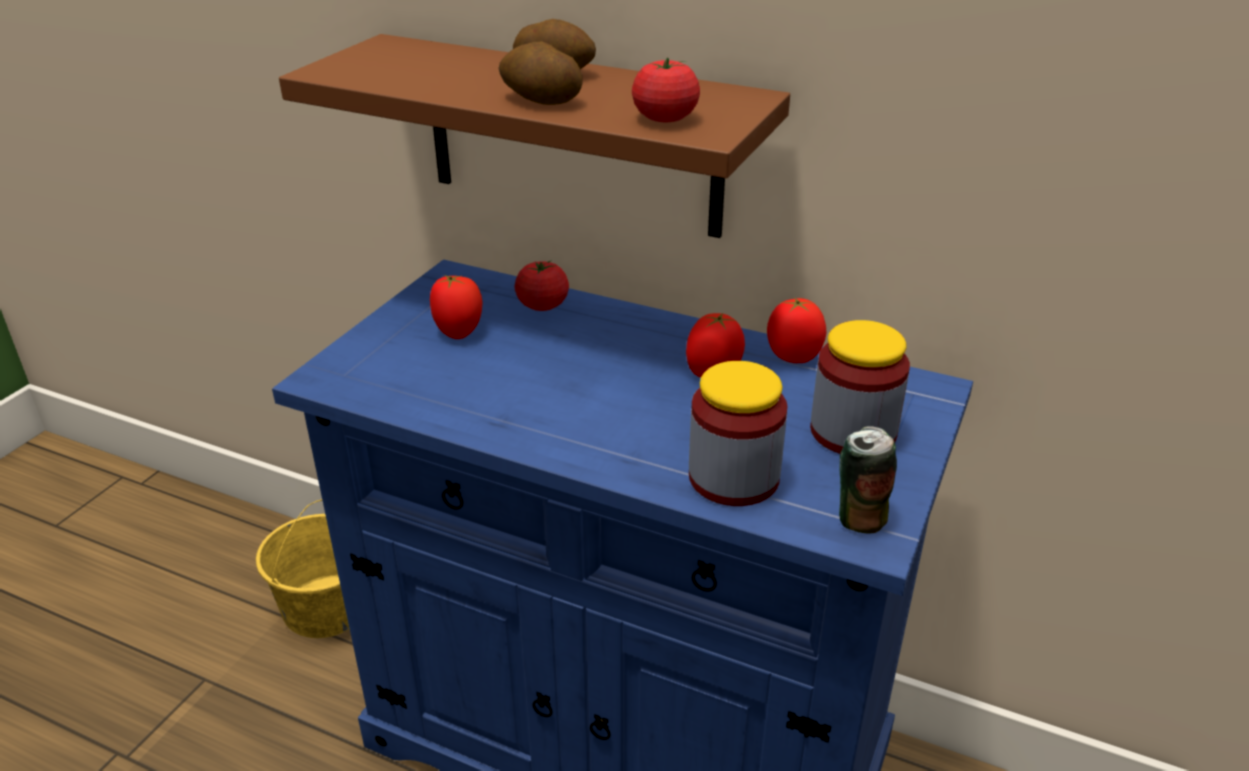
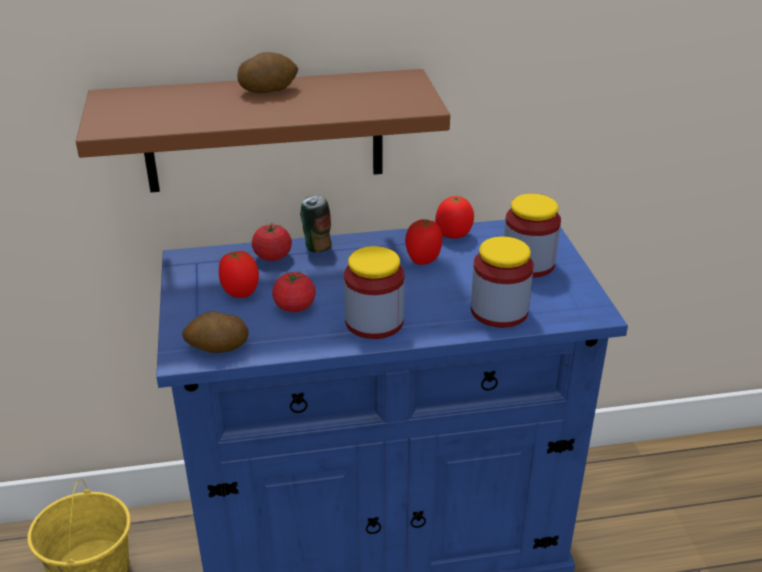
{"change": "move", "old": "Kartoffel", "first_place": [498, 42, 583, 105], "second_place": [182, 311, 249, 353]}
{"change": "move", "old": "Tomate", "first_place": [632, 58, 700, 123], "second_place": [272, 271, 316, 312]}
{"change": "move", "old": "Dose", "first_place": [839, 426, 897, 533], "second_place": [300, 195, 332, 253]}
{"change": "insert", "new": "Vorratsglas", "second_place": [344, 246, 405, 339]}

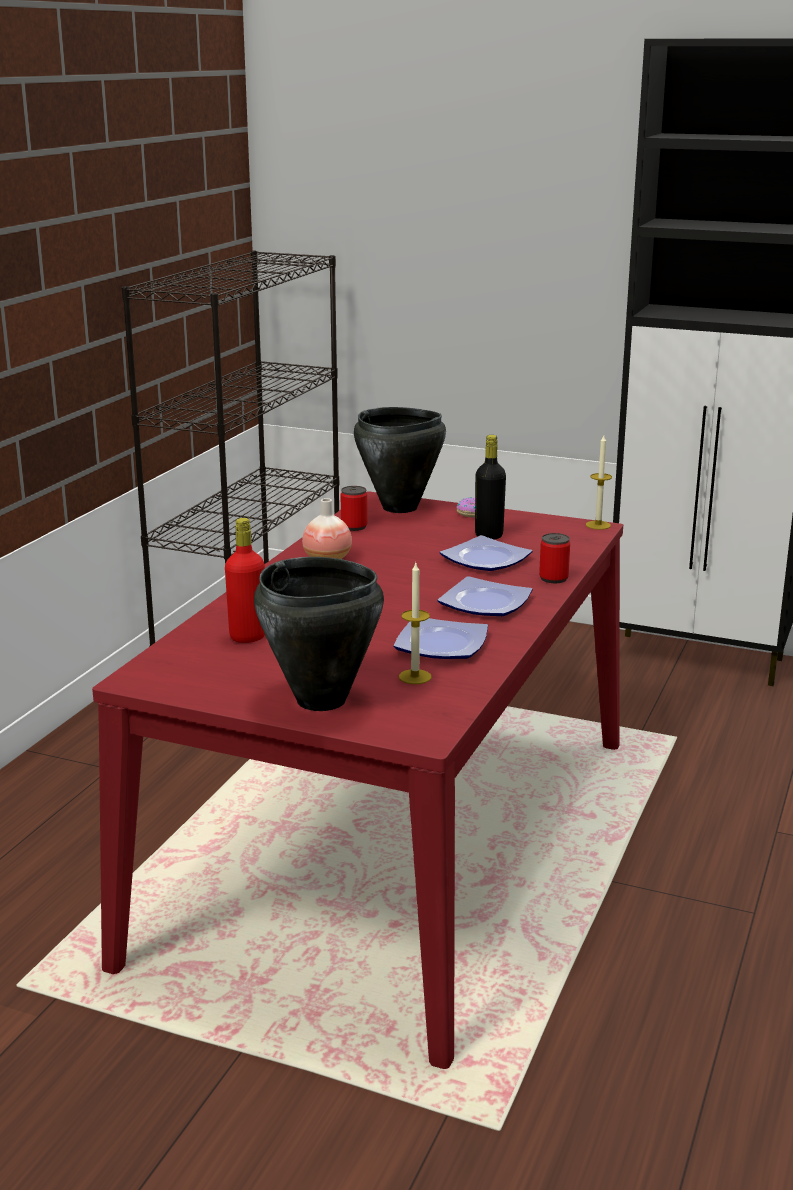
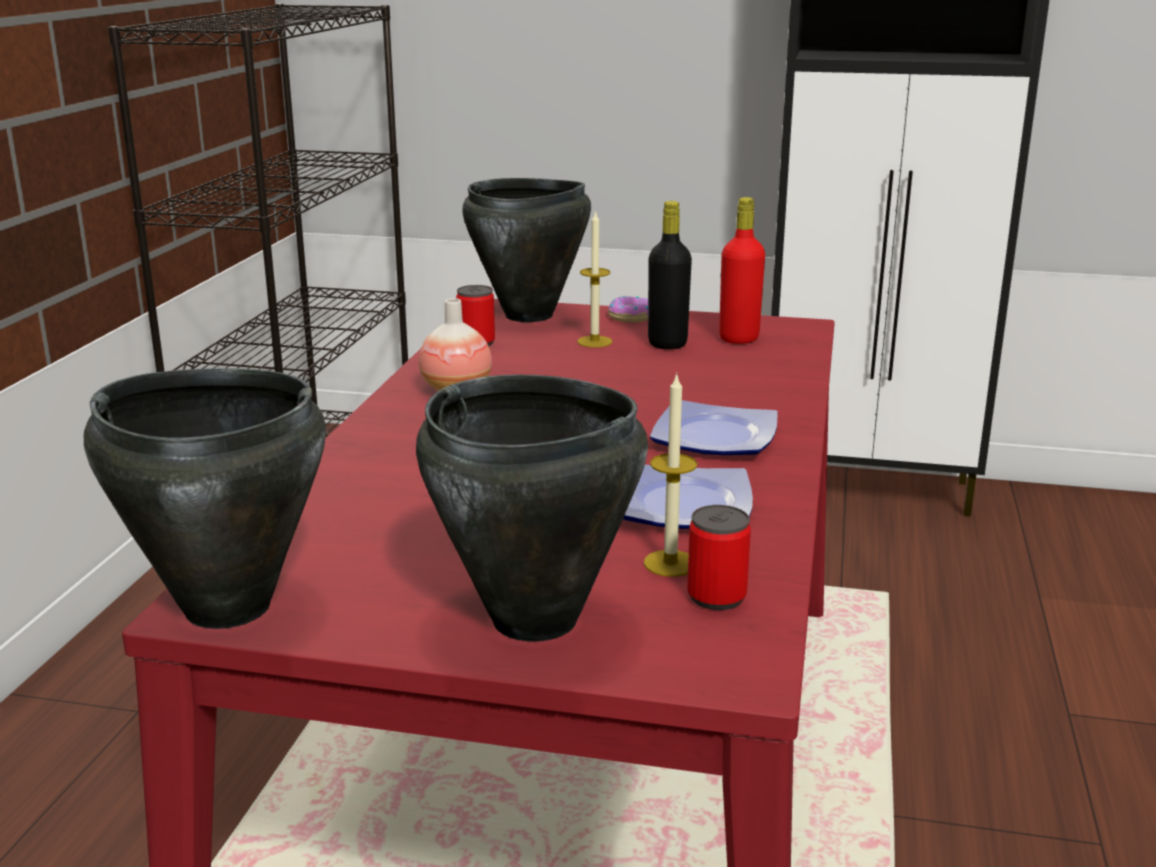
{"change": "insert", "new": "Kochtopf (schwarz)", "second_place": [84, 368, 326, 629]}
{"change": "move", "old": "Kerze", "first_place": [586, 435, 612, 530], "second_place": [577, 210, 612, 347]}
{"change": "move", "old": "Dose", "first_place": [539, 533, 570, 583], "second_place": [687, 505, 751, 610]}
{"change": "move", "old": "Flasche (rot)", "first_place": [225, 518, 265, 643], "second_place": [719, 197, 765, 344]}
{"change": "delete", "old": "Teller", "first_place": [440, 535, 533, 571]}

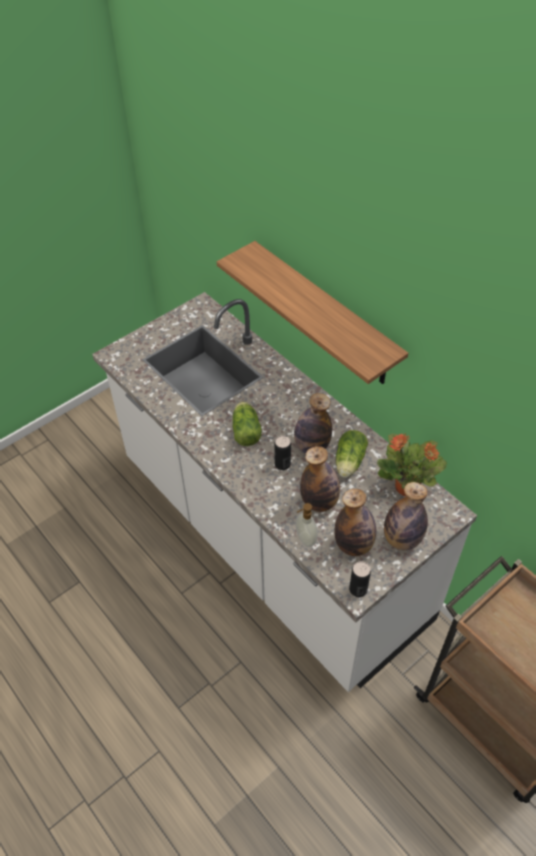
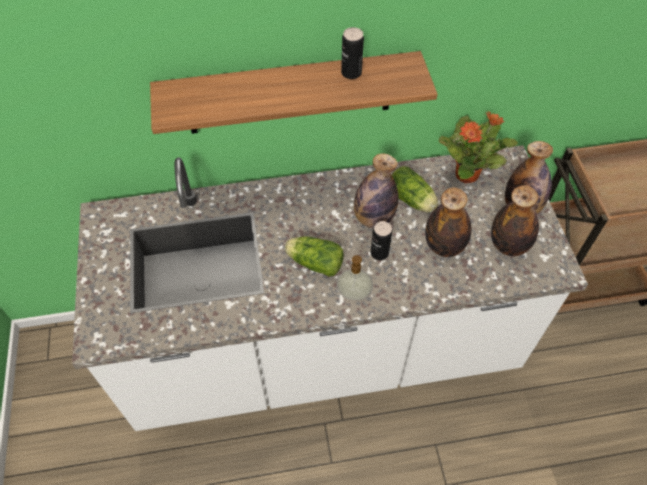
{"change": "move", "old": "Seifenspender", "first_place": [296, 503, 318, 547], "second_place": [336, 255, 373, 300]}
{"change": "move", "old": "Dose", "first_place": [349, 561, 371, 597], "second_place": [341, 27, 364, 79]}

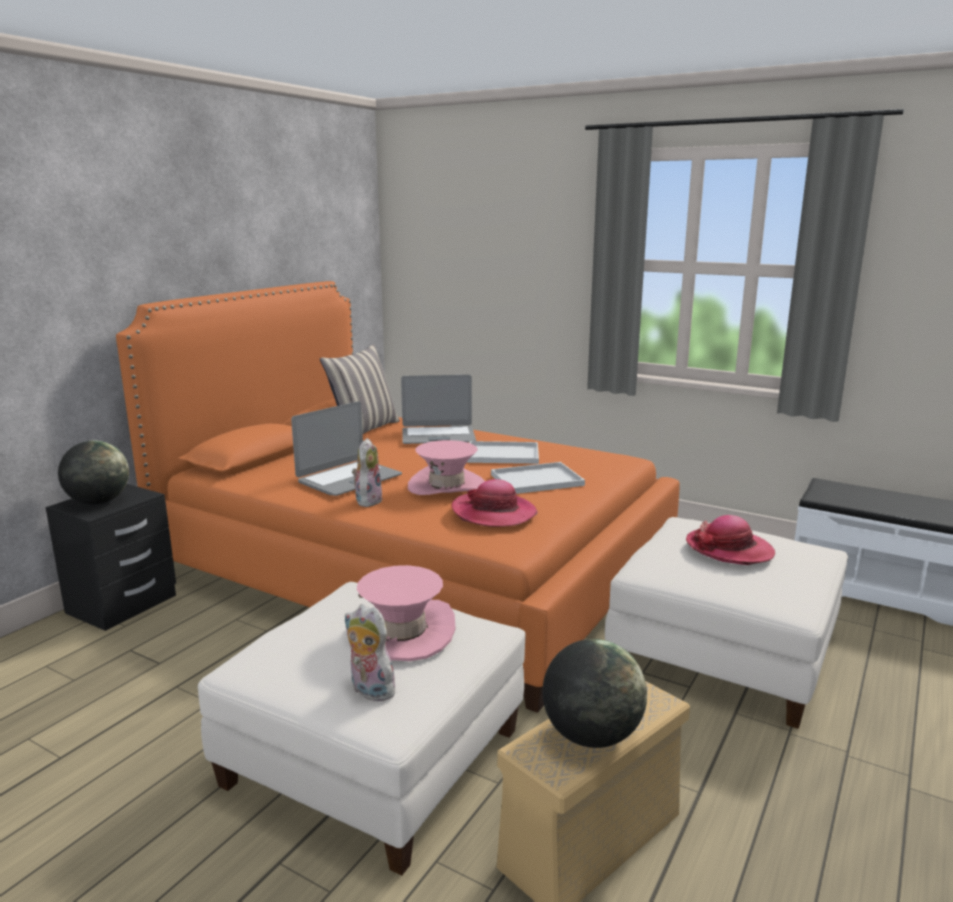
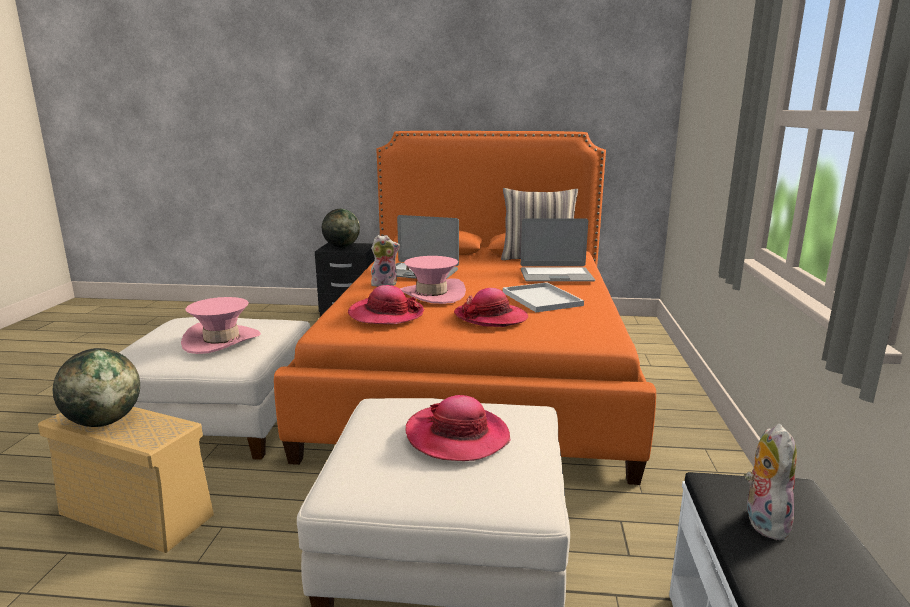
{"change": "replace", "old": "Tablett (weiß)", "new": "Hut", "first_place": [491, 462, 585, 494], "second_place": [454, 288, 528, 327]}
{"change": "rotate", "old": "Laptop", "first_place": [401, 375, 476, 444], "second_place": [521, 219, 595, 282], "degrees": -60}
{"change": "move", "old": "Plüschtier", "first_place": [344, 604, 397, 701], "second_place": [745, 424, 797, 542]}

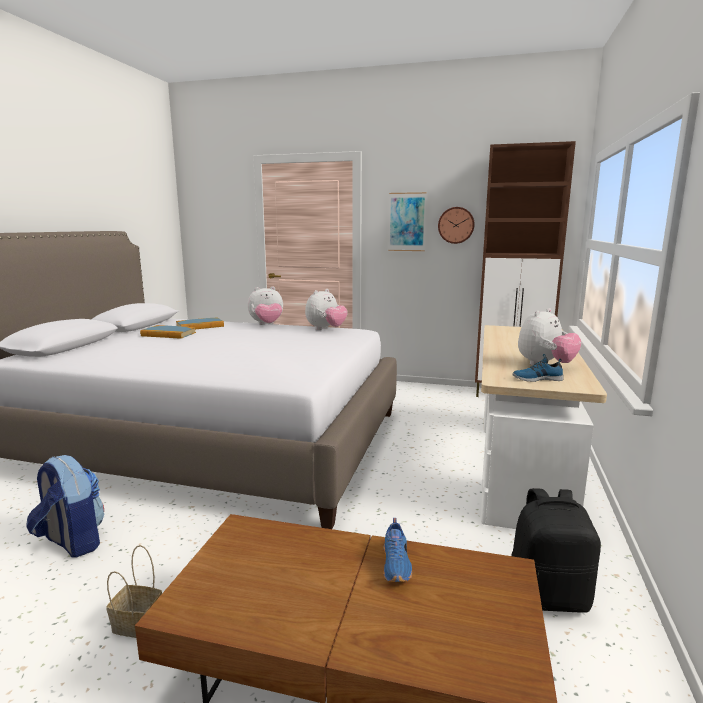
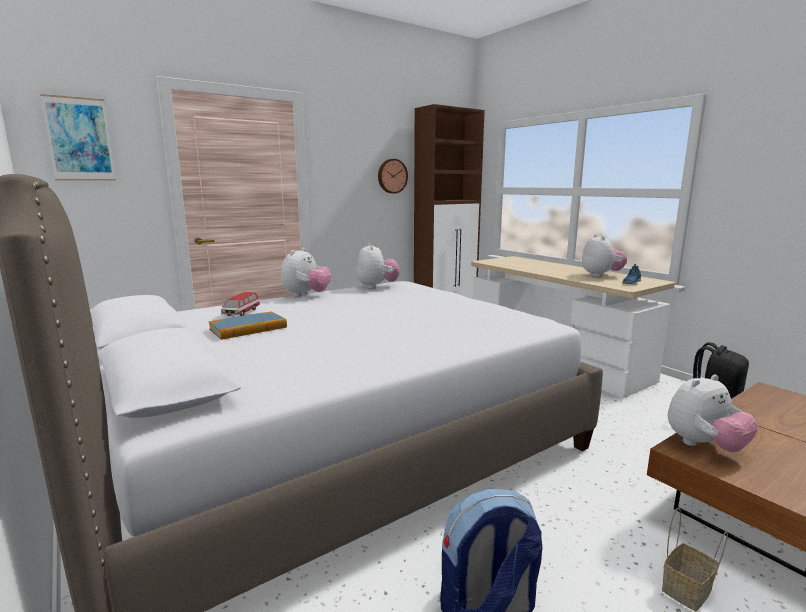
{"change": "move", "old": "Bild", "first_place": [388, 192, 427, 251], "second_place": [40, 94, 116, 181]}
{"change": "replace", "old": "Buch", "new": "Spielzeugauto", "first_place": [176, 317, 224, 329], "second_place": [221, 292, 260, 316]}
{"change": "insert", "new": "Plüschtier", "second_place": [668, 375, 758, 452]}
{"change": "delete", "old": "Schuh (blau)", "first_place": [383, 518, 412, 582]}

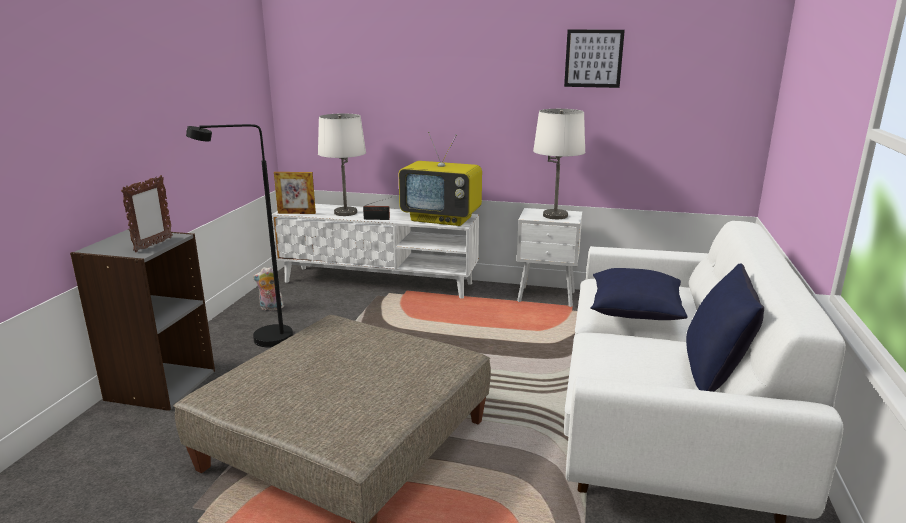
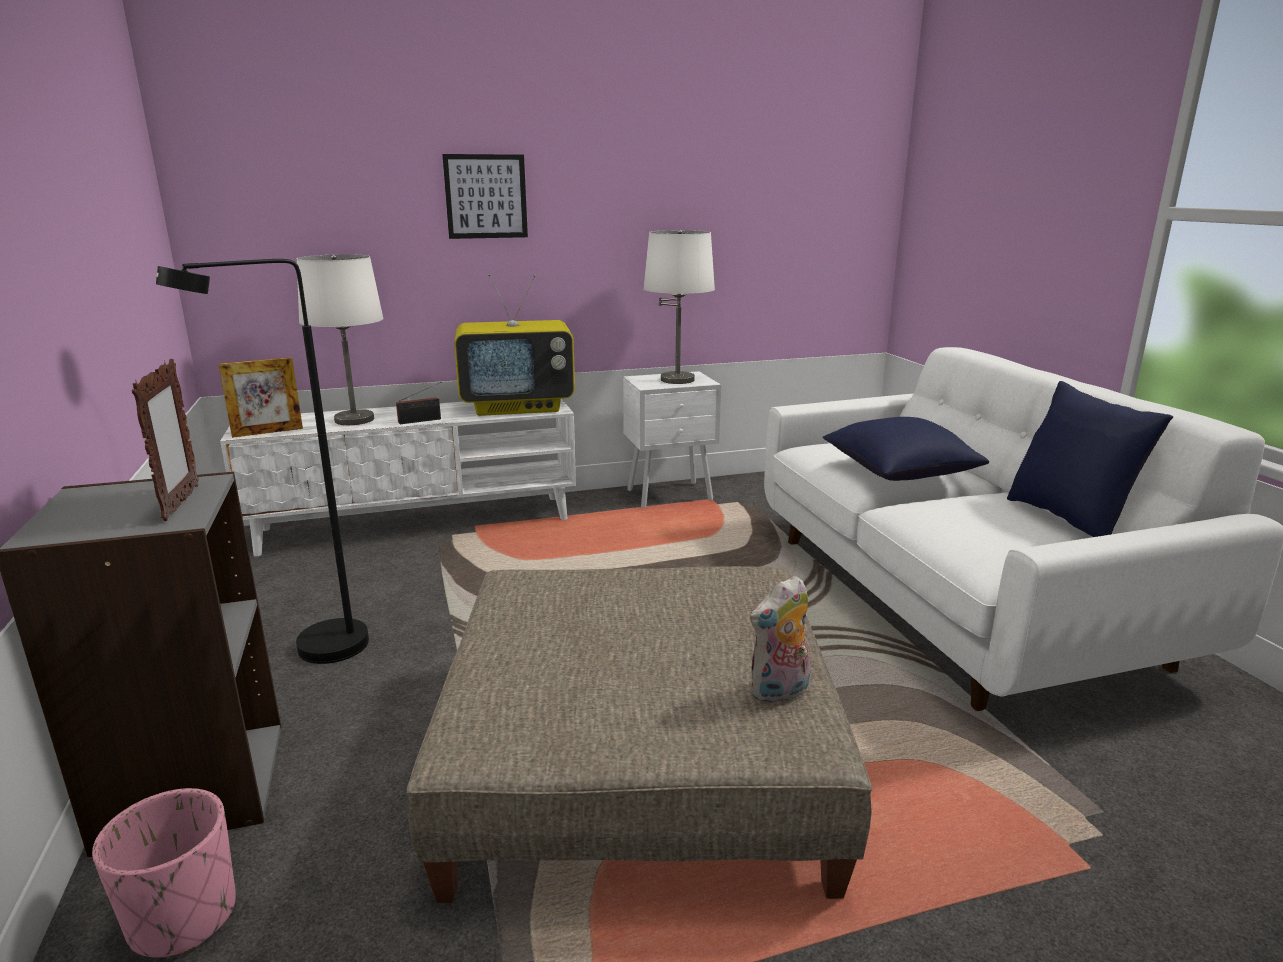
{"change": "insert", "new": "Pflanzkübel (rosa)", "second_place": [92, 788, 236, 958]}
{"change": "move", "old": "Bild", "first_place": [564, 30, 625, 88], "second_place": [442, 154, 528, 239]}
{"change": "move", "old": "Plüschtier", "first_place": [253, 267, 284, 311], "second_place": [750, 576, 810, 704]}

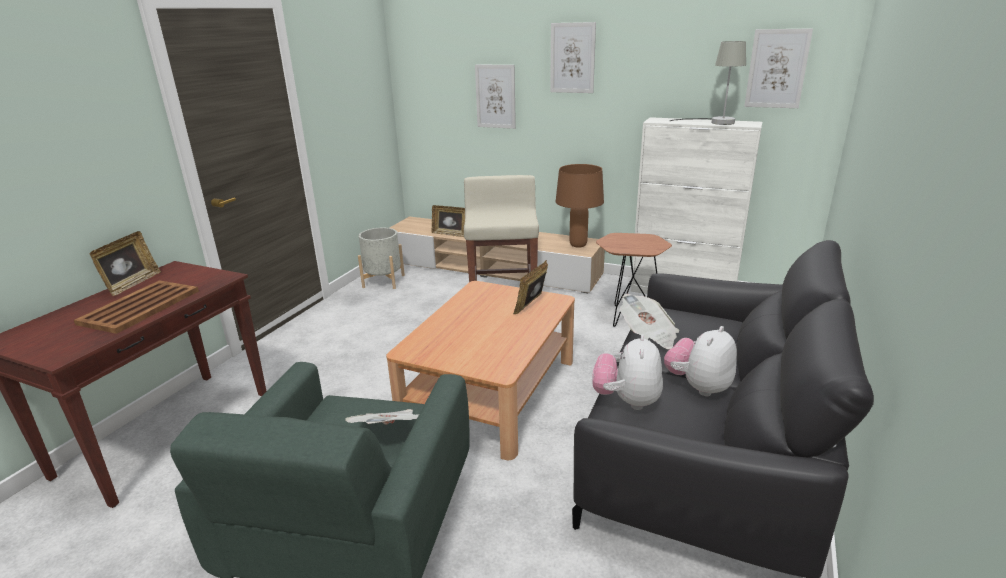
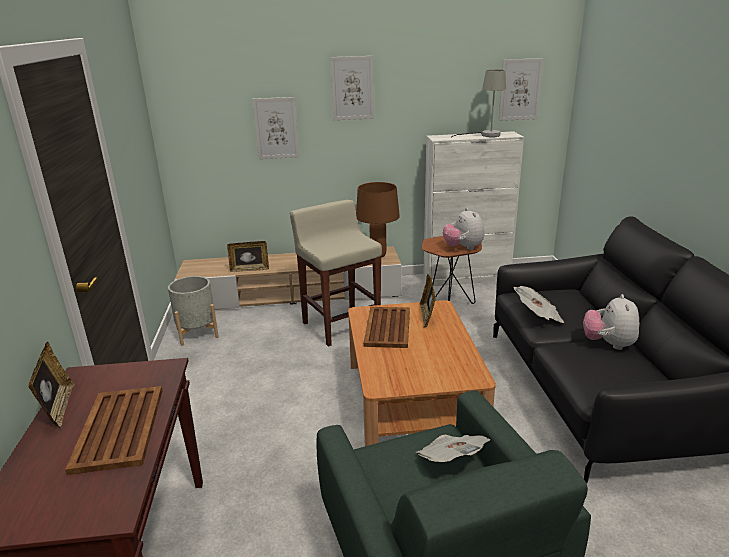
{"change": "insert", "new": "Tablett (braun)", "second_place": [364, 307, 410, 348]}
{"change": "move", "old": "Plüschtier", "first_place": [592, 334, 663, 410], "second_place": [443, 208, 484, 250]}

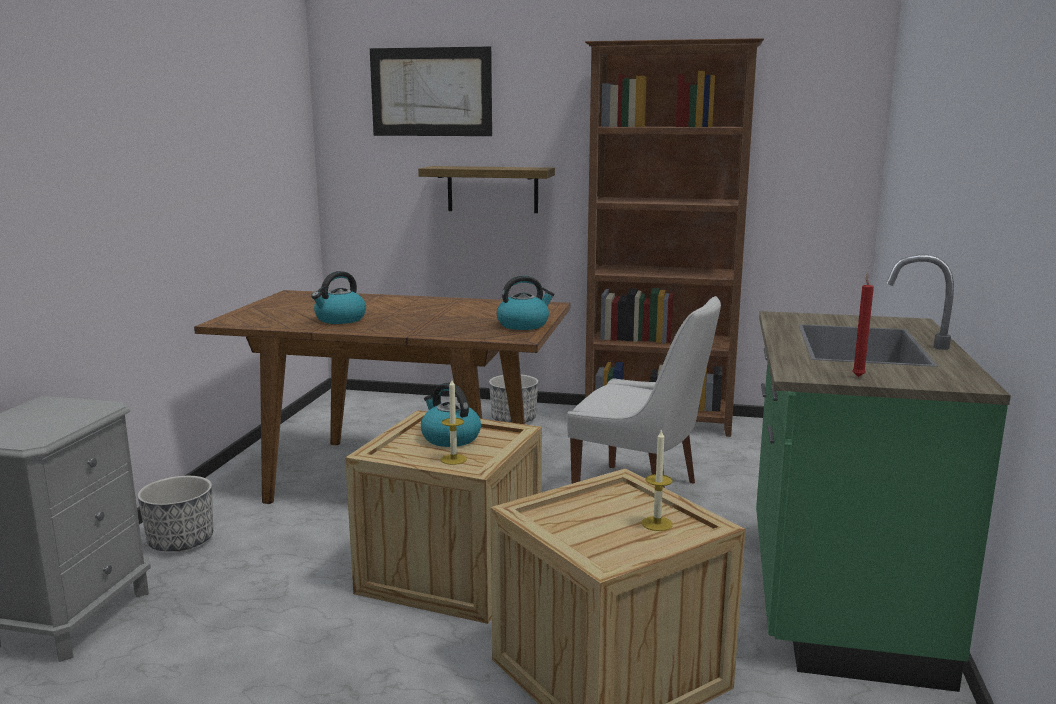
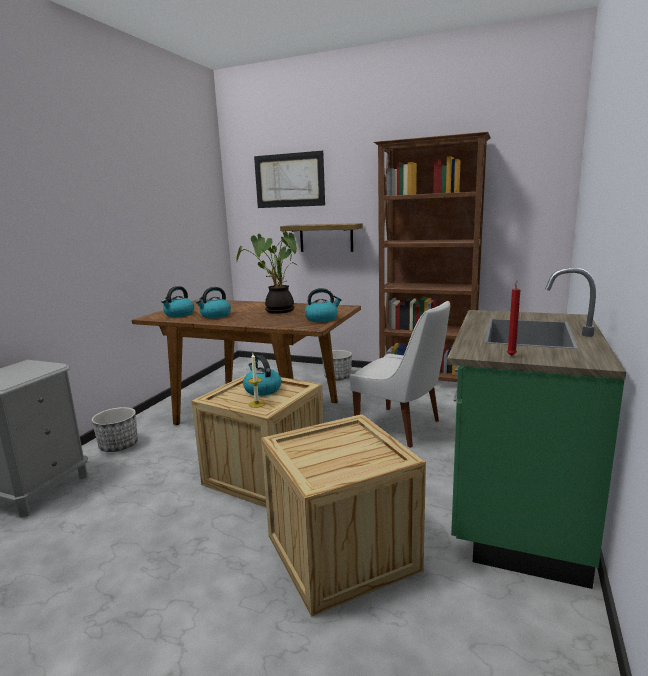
{"change": "insert", "new": "Wasserkessel", "second_place": [161, 286, 194, 317]}
{"change": "insert", "new": "Topfpflanze", "second_place": [237, 230, 297, 314]}
{"change": "delete", "old": "Kerze", "first_place": [642, 430, 673, 531]}

